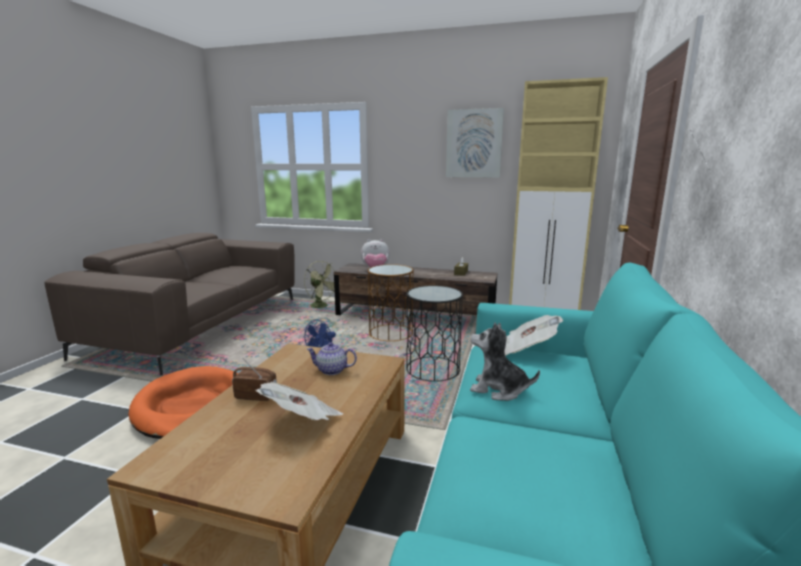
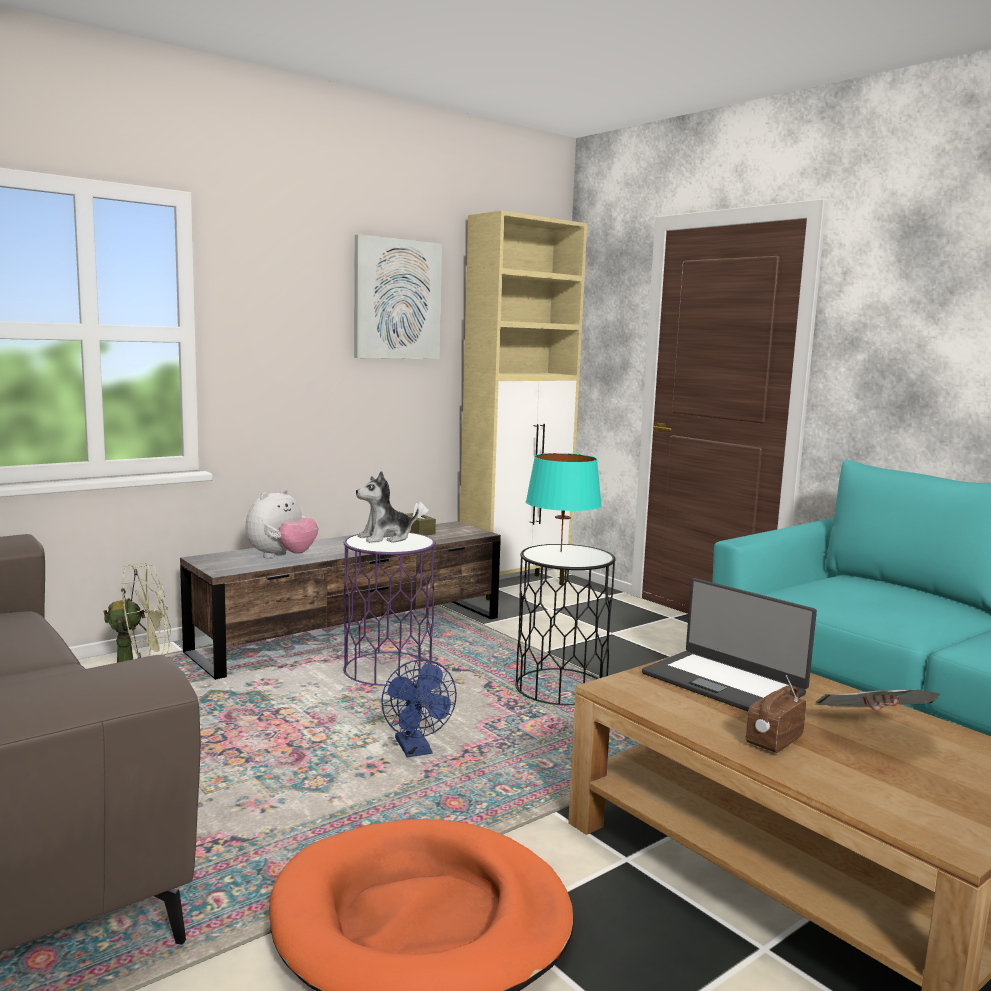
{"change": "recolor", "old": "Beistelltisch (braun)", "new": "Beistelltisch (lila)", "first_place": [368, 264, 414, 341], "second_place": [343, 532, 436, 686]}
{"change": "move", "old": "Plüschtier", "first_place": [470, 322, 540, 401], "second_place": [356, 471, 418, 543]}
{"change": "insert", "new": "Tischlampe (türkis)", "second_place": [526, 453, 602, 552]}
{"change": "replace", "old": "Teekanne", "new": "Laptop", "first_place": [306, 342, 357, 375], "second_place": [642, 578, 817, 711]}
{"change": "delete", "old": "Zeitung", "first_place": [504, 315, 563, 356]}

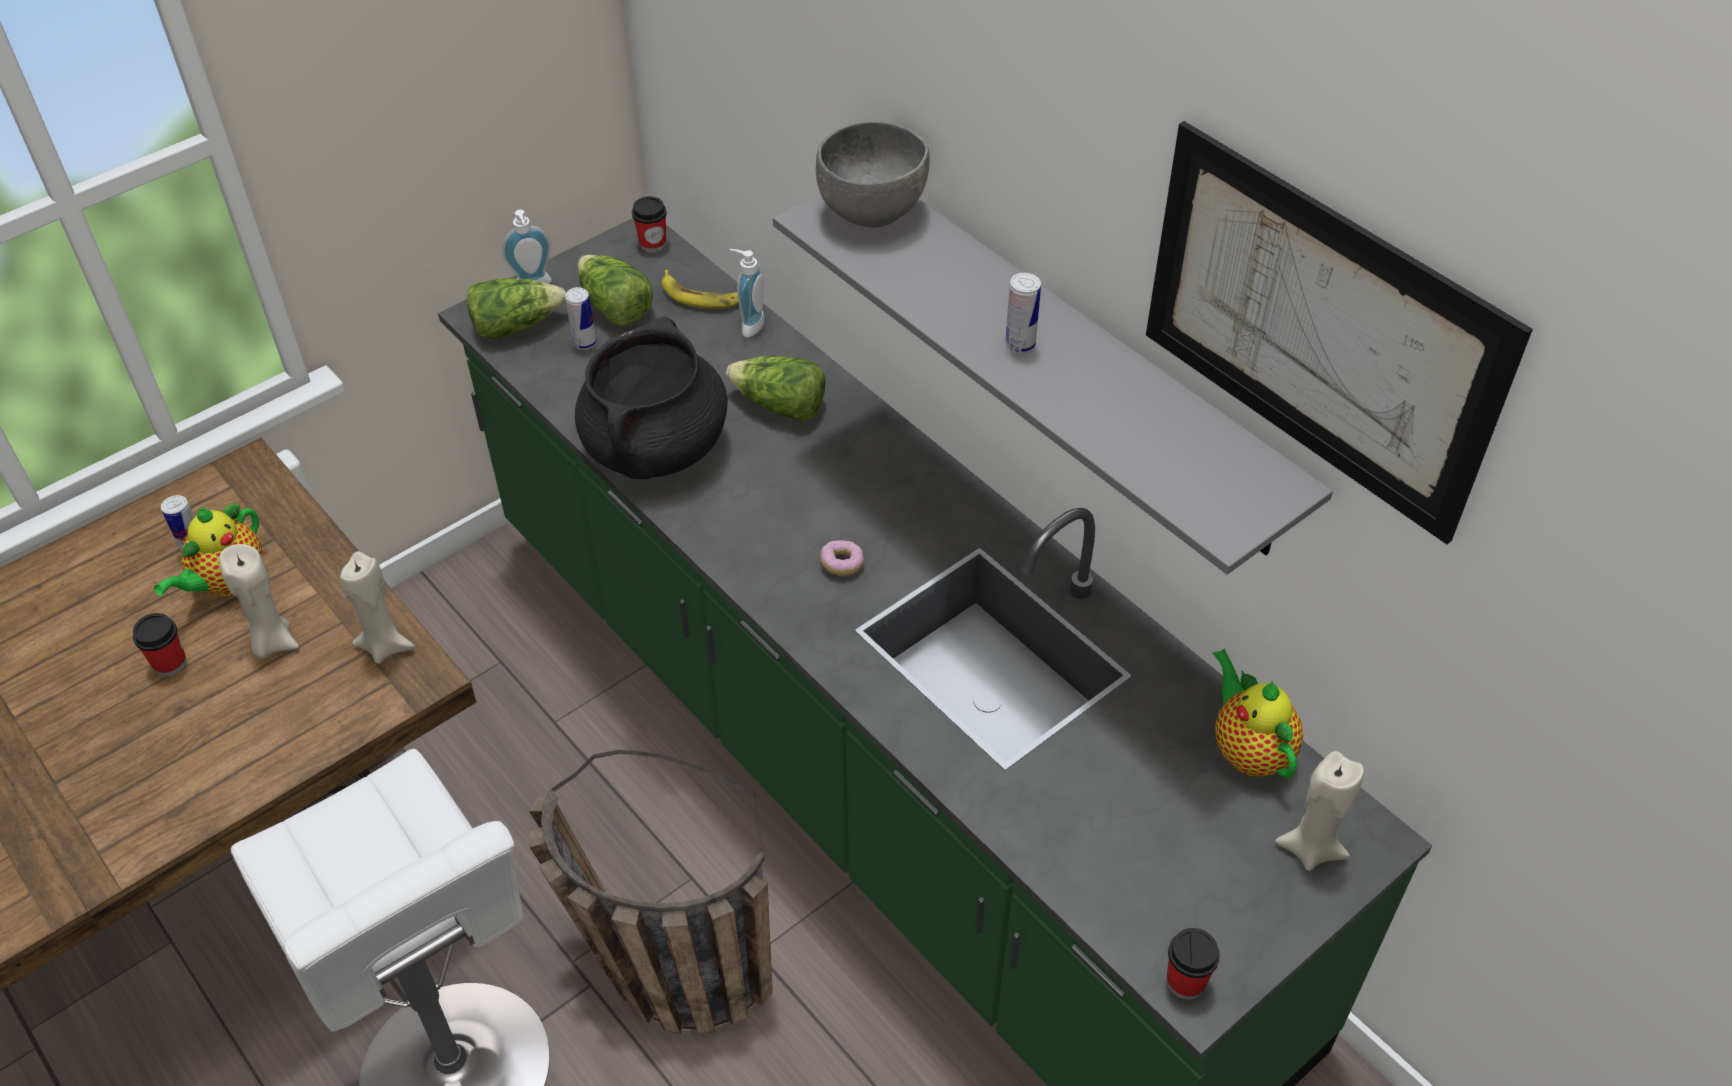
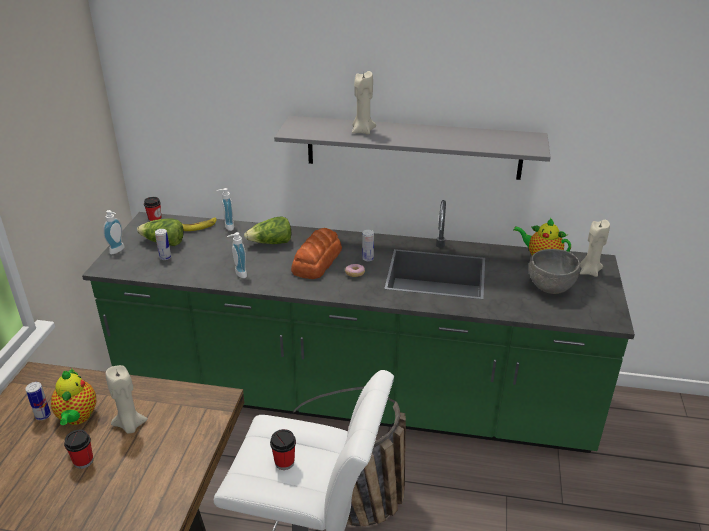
{"change": "replace", "old": "Kochtopf (schwarz)", "new": "Seifenspender", "first_place": [575, 317, 728, 479], "second_place": [227, 232, 247, 278]}
{"change": "move", "old": "Tasse", "first_place": [1167, 928, 1220, 999], "second_place": [270, 429, 296, 470]}
{"change": "insert", "new": "Brot", "second_place": [291, 228, 342, 279]}
{"change": "move", "old": "Kerze (beige)", "first_place": [340, 552, 415, 664], "second_place": [352, 71, 376, 135]}
{"change": "move", "old": "Dose", "first_place": [1005, 273, 1041, 353], "second_place": [362, 230, 374, 261]}
{"change": "move", "old": "Schüssel (grau)", "first_place": [816, 121, 930, 228], "second_place": [529, 249, 580, 294]}
{"change": "delete", "old": "Salatkopf", "first_place": [467, 278, 566, 339]}
{"change": "delete", "old": "Bild", "first_place": [1146, 121, 1533, 544]}

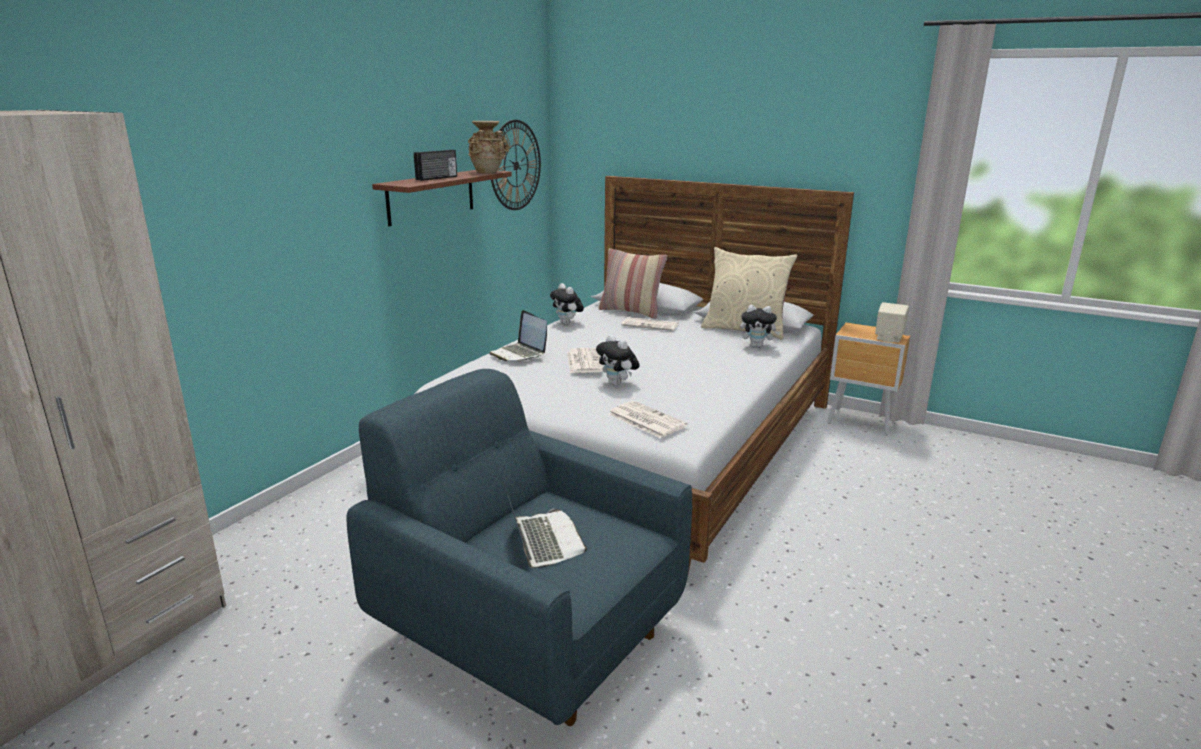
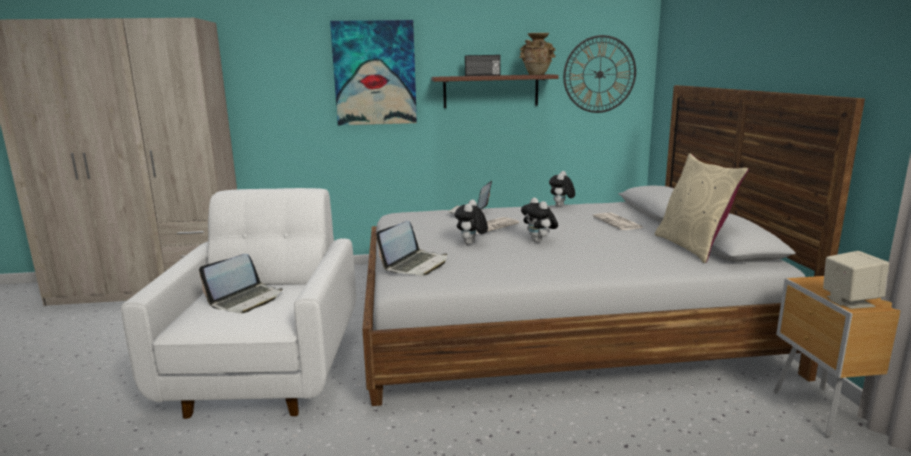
{"change": "recolor", "old": "Sessel (blau)", "new": "Sessel (weiß)", "first_place": [346, 369, 692, 726], "second_place": [121, 188, 356, 419]}
{"change": "insert", "new": "Bild", "second_place": [330, 20, 417, 125]}
{"change": "replace", "old": "Zeitung", "new": "Laptop", "first_place": [608, 401, 688, 438], "second_place": [376, 221, 447, 276]}
{"change": "move", "old": "Plüschtier", "first_place": [740, 305, 780, 348], "second_place": [521, 198, 558, 243]}
{"change": "delete", "old": "Kissen", "first_place": [598, 248, 667, 319]}

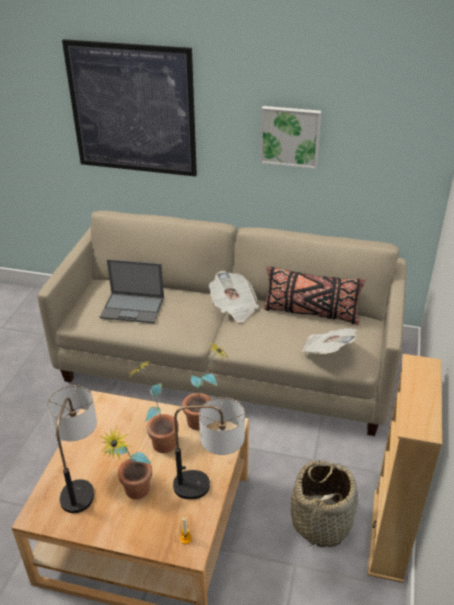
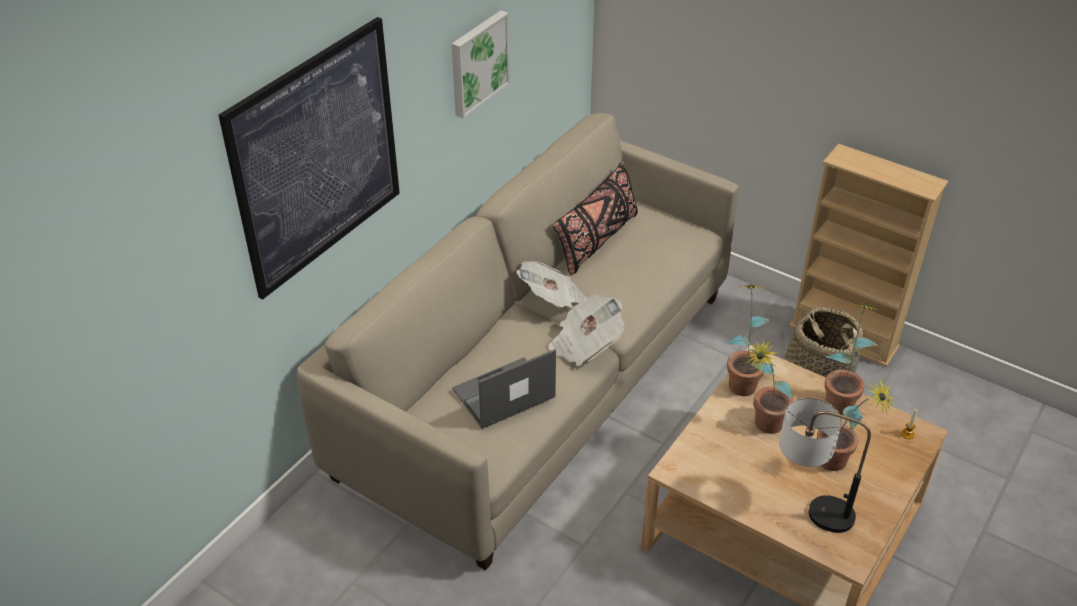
{"change": "rotate", "old": "Laptop", "first_place": [100, 259, 164, 323], "second_place": [452, 349, 556, 429], "degrees": -150}
{"change": "move", "old": "Zeitung", "first_place": [301, 328, 357, 354], "second_place": [549, 294, 625, 366]}
{"change": "replace", "old": "Tischlampe", "new": "Topfpflanze", "first_place": [173, 397, 245, 499], "second_place": [825, 303, 879, 415]}

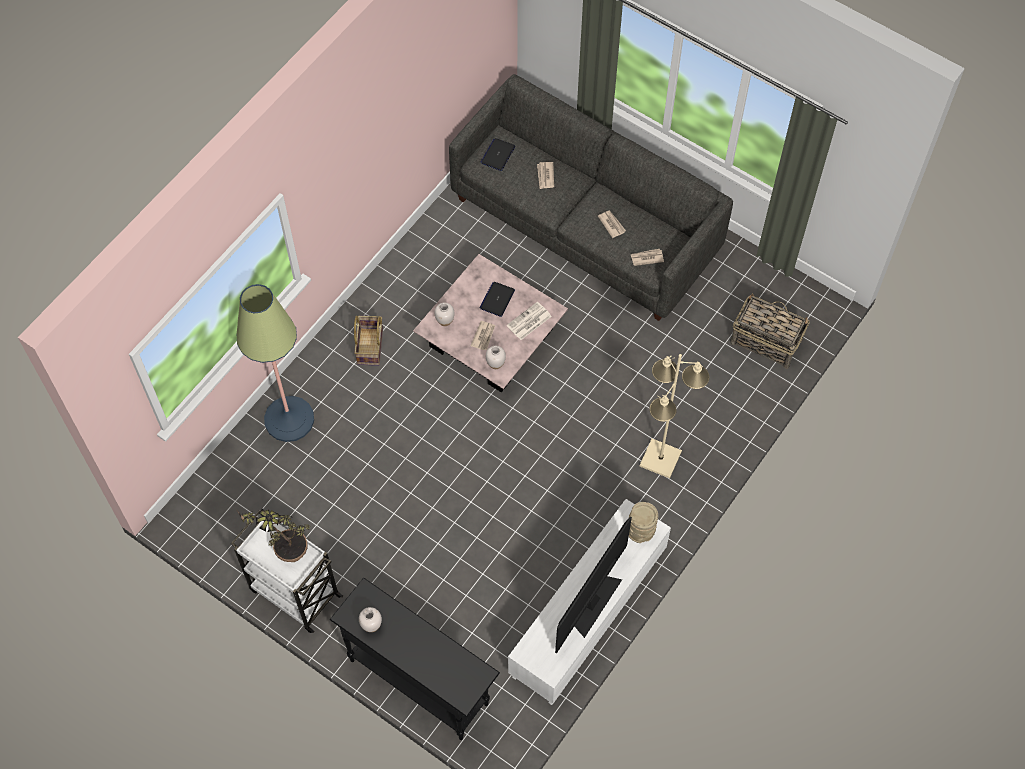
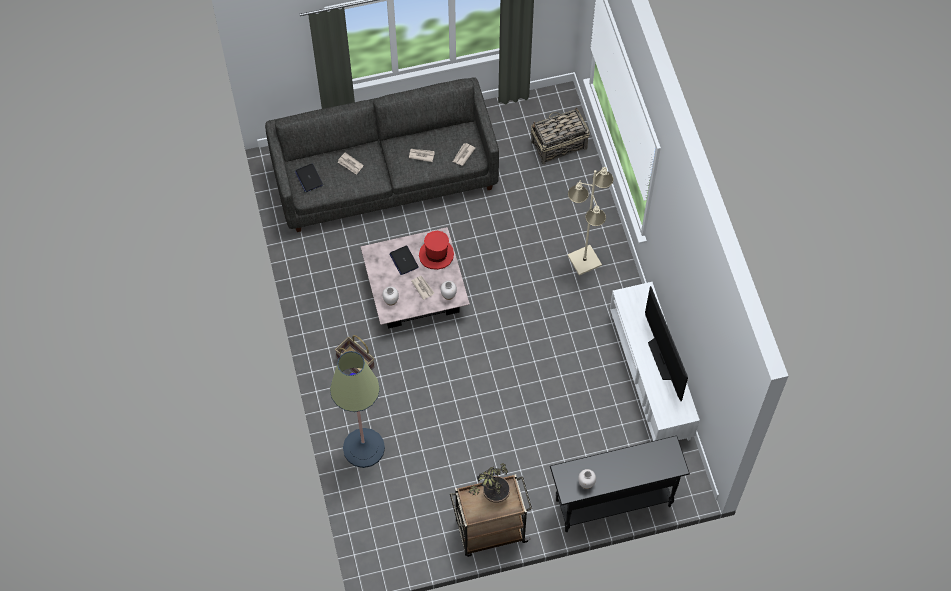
{"change": "replace", "old": "Zeitung", "new": "Hut (rot)", "first_place": [507, 302, 552, 340], "second_place": [419, 231, 454, 270]}
{"change": "recolor", "old": "Rollwagen (weiß)", "new": "Rollwagen (braun)", "first_place": [231, 510, 343, 633], "second_place": [450, 474, 532, 557]}
{"change": "delete", "old": "Vase (beige)", "first_place": [629, 502, 658, 543]}

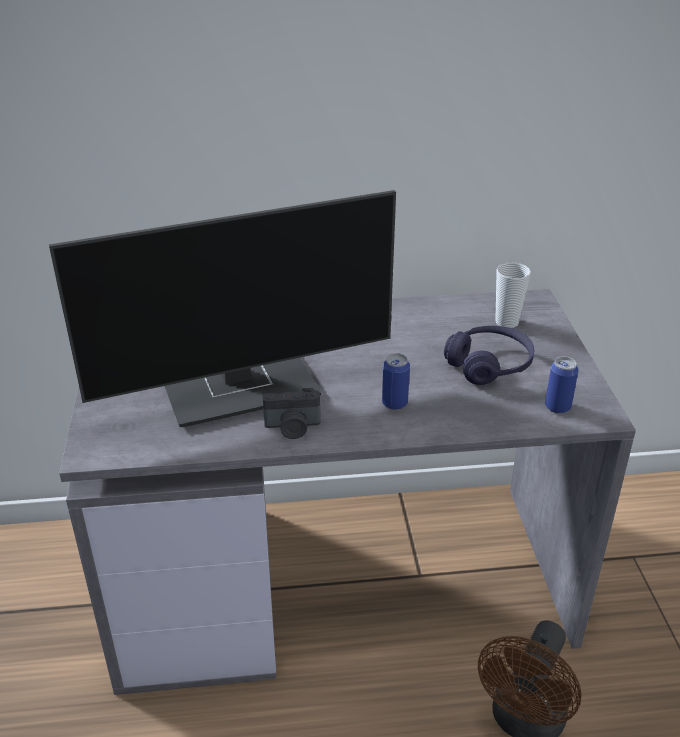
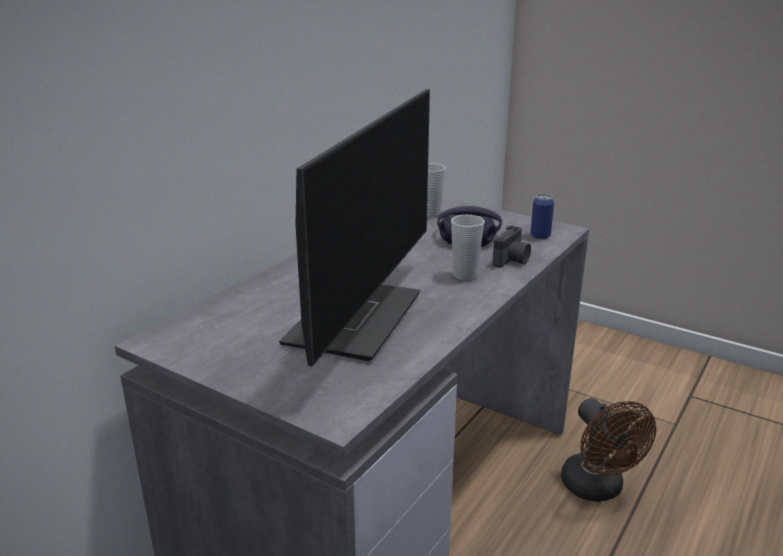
{"change": "replace", "old": "Dose", "new": "Tasse", "first_place": [382, 353, 410, 410], "second_place": [451, 215, 485, 281]}
{"change": "move", "old": "Kamera", "first_place": [263, 388, 321, 439], "second_place": [492, 225, 531, 268]}

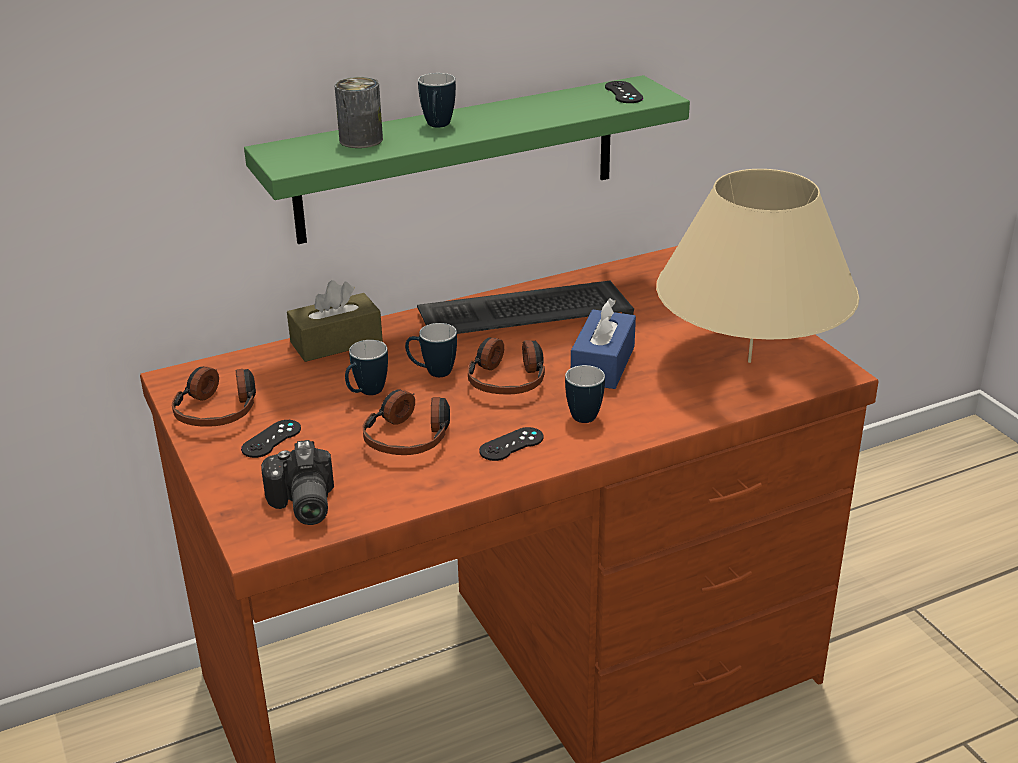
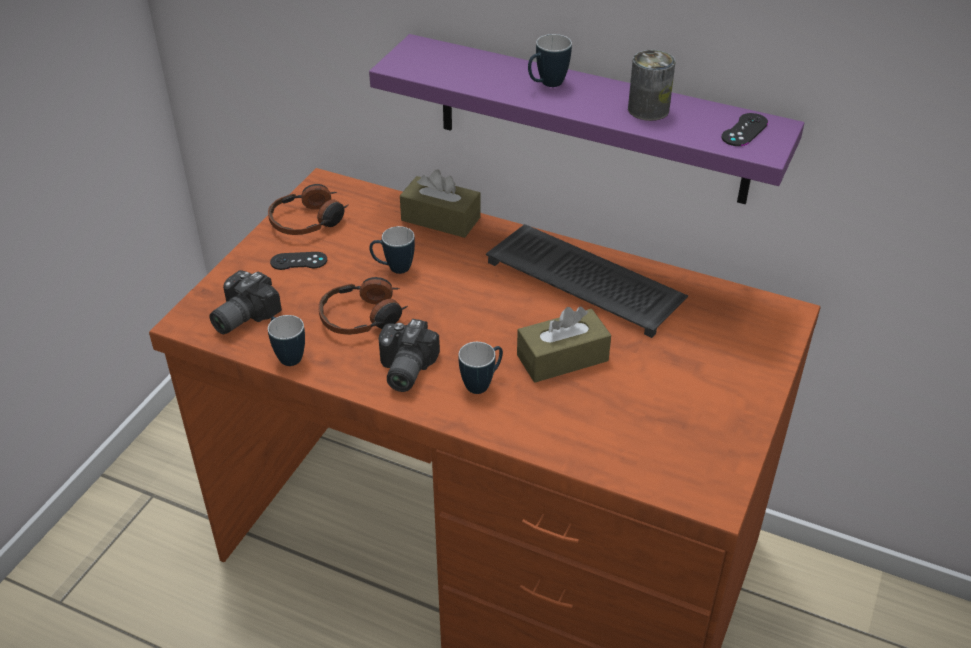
{"change": "move", "old": "Henkelbecher", "first_place": [405, 323, 457, 377], "second_place": [268, 315, 305, 366]}
{"change": "recolor", "old": "Wandregal (grün)", "new": "Wandregal (lila)", "first_place": [244, 75, 690, 244], "second_place": [369, 34, 804, 204]}
{"change": "replace", "old": "Gamepad (schwarz)", "new": "Kamera", "first_place": [479, 427, 543, 461], "second_place": [379, 319, 440, 392]}
{"change": "recolor", "old": "Taschentuchbox (blau)", "new": "Taschentuchbox (braun)", "first_place": [571, 298, 636, 389], "second_place": [517, 306, 611, 383]}
{"change": "move", "old": "Dose", "first_place": [334, 77, 383, 148], "second_place": [628, 50, 676, 121]}
{"change": "delete", "old": "Kopfhörer", "first_place": [468, 338, 545, 395]}
{"change": "delete", "old": "Tischlampe (beige)", "first_place": [656, 169, 859, 363]}

